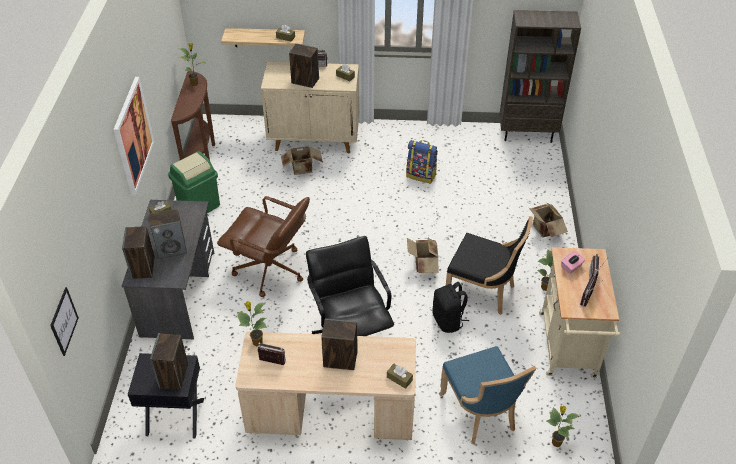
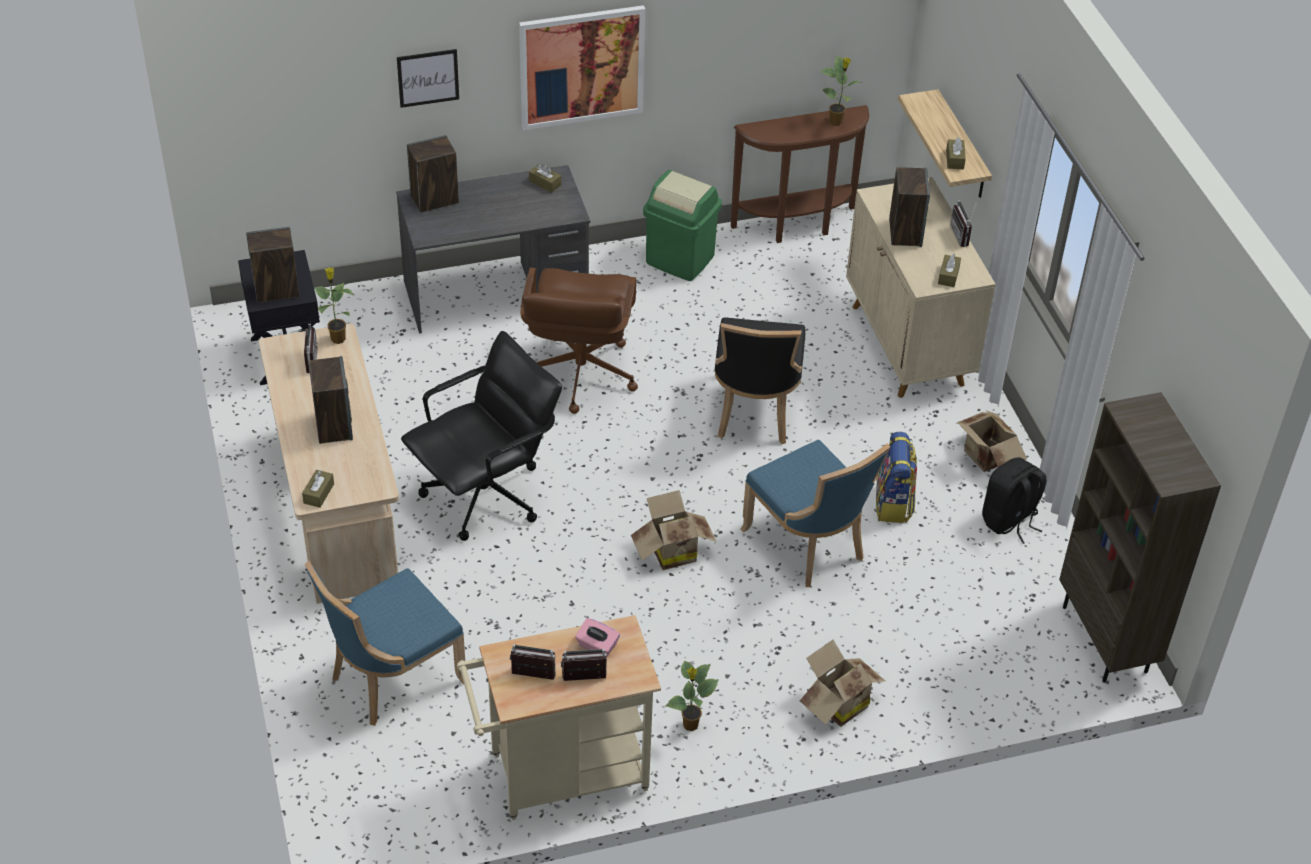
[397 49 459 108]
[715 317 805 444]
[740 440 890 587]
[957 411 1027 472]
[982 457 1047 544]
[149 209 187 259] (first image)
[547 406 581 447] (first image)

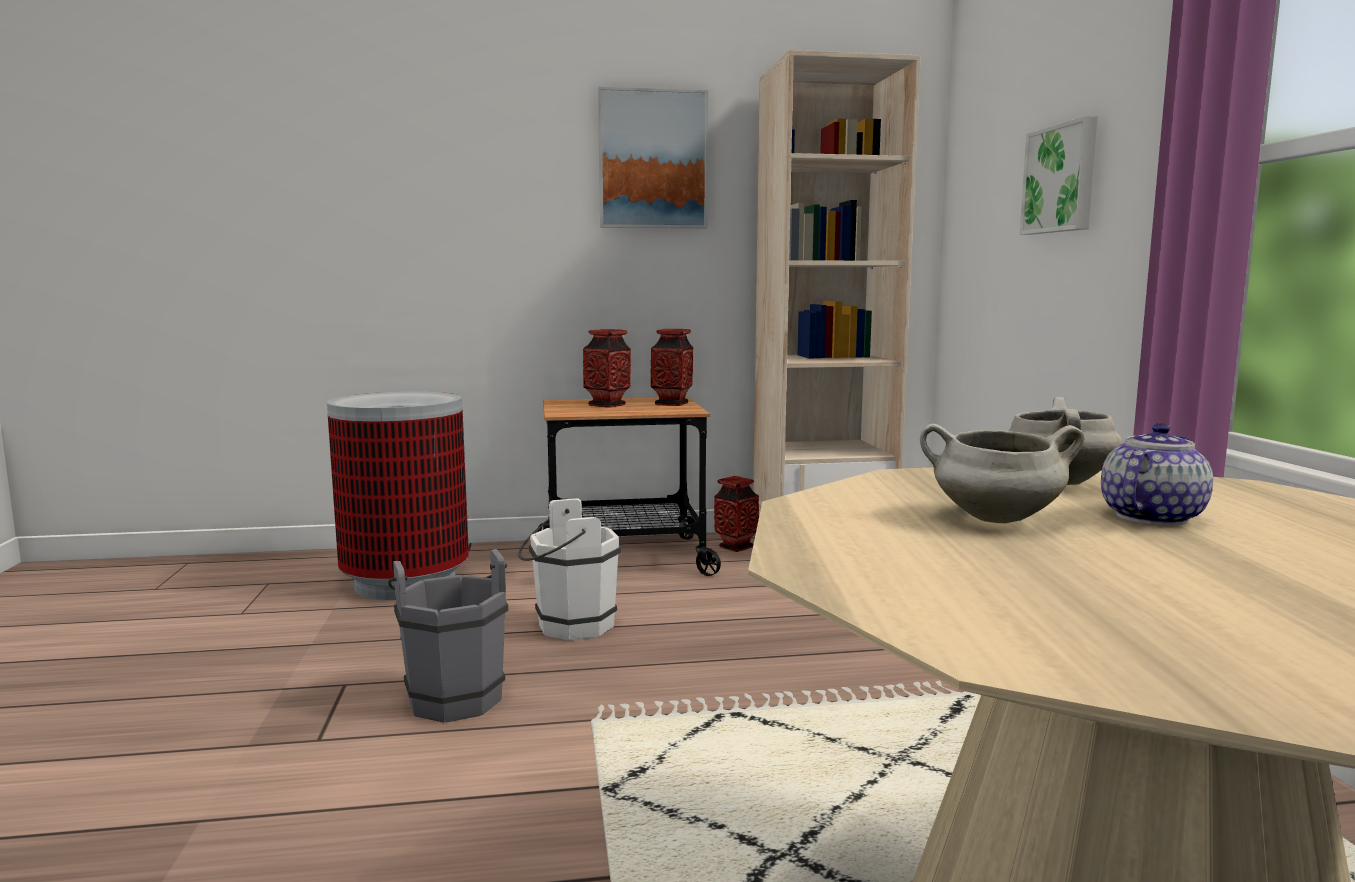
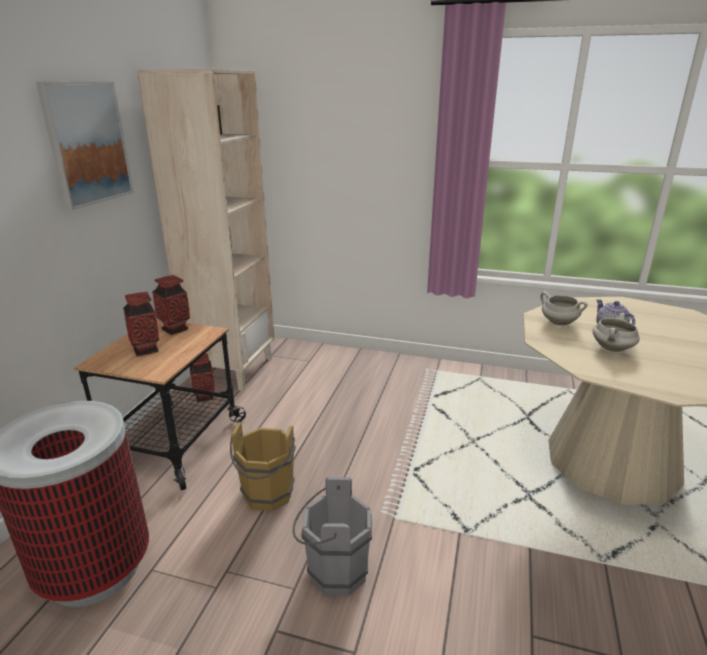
[230 422 296 511]
[1020 116 1098 235] (first image)

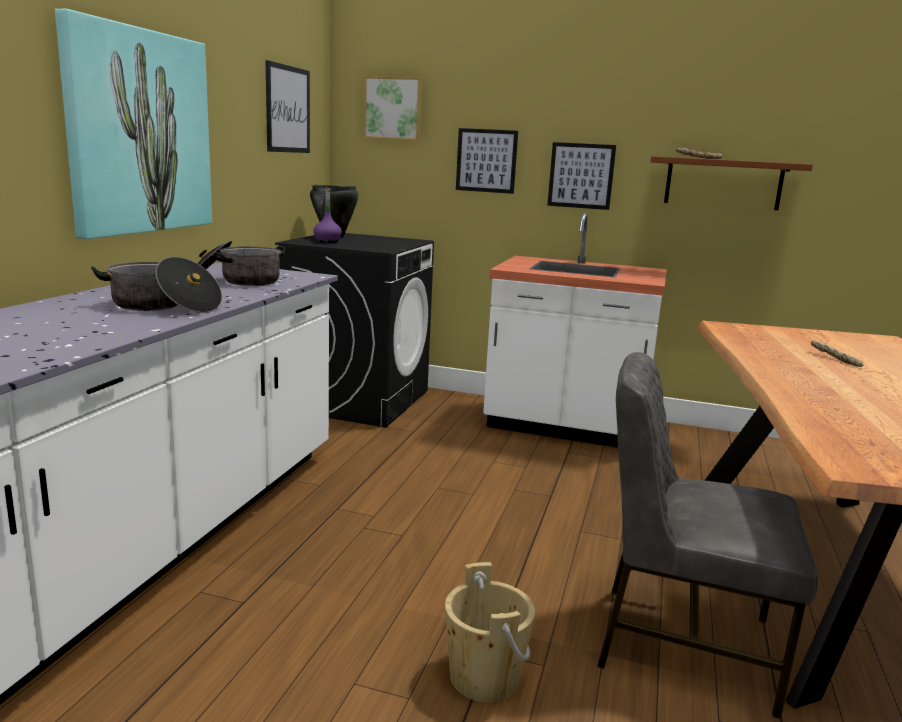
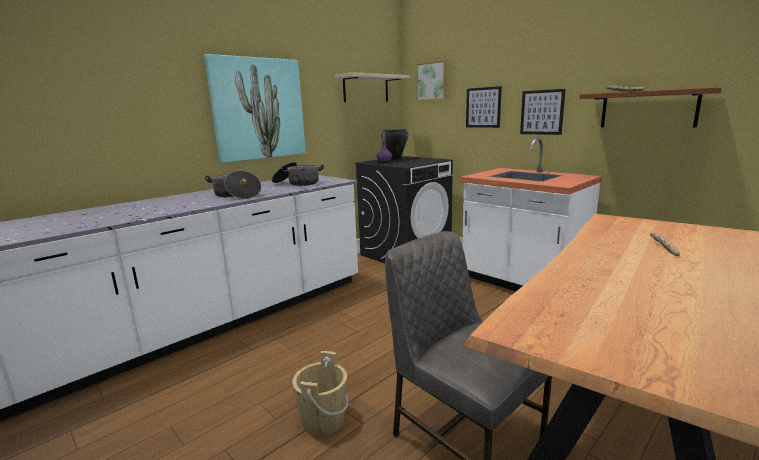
[335 72 410 102]

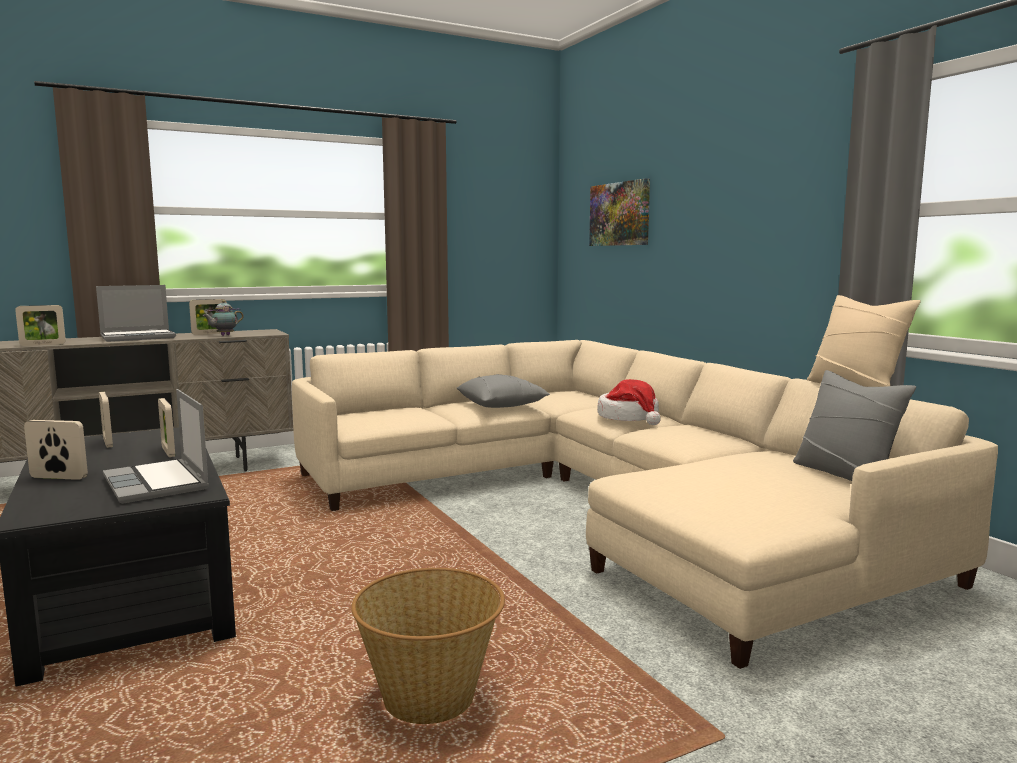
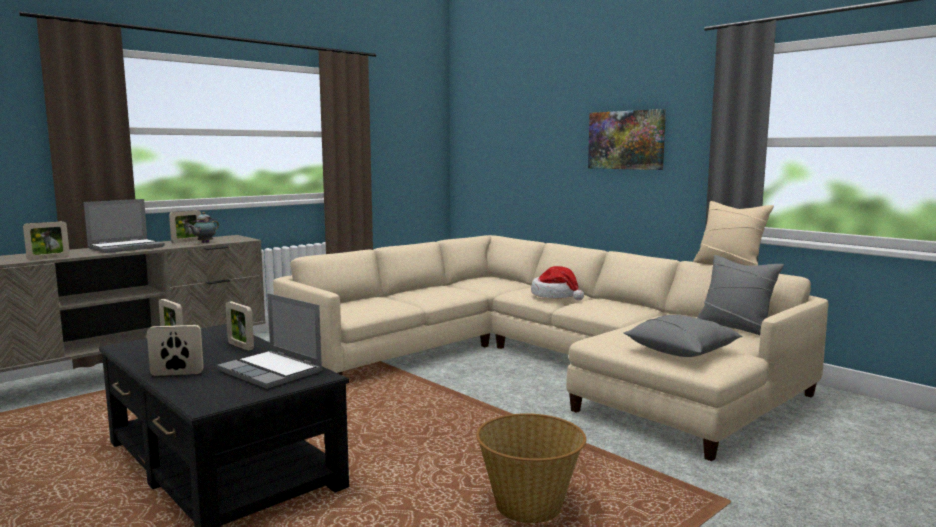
[588 109 666 170]
[624 315 743 357]

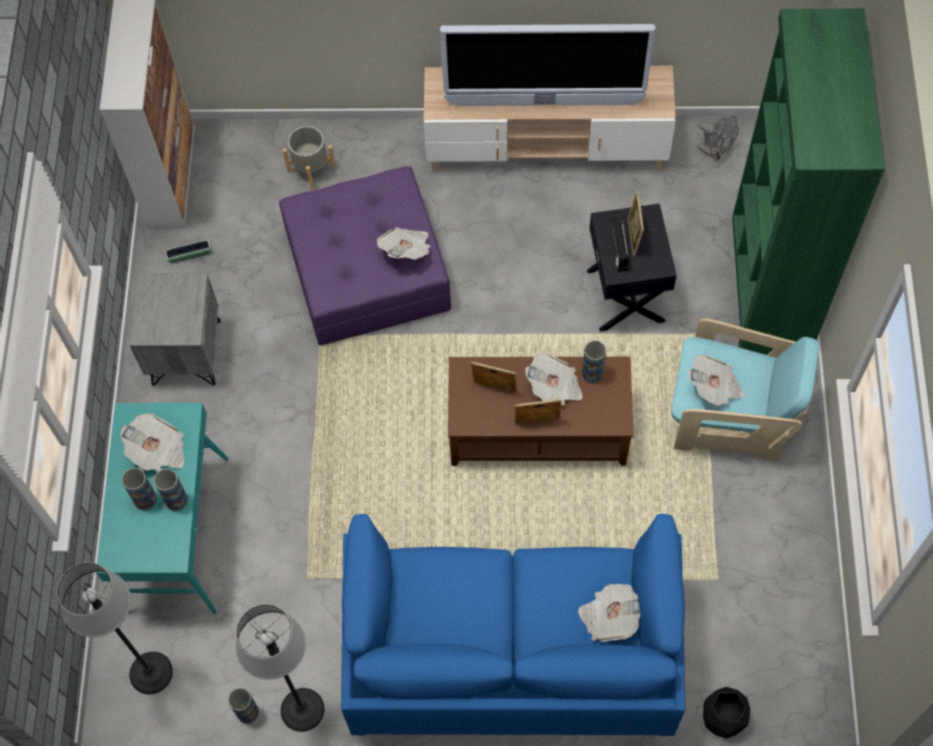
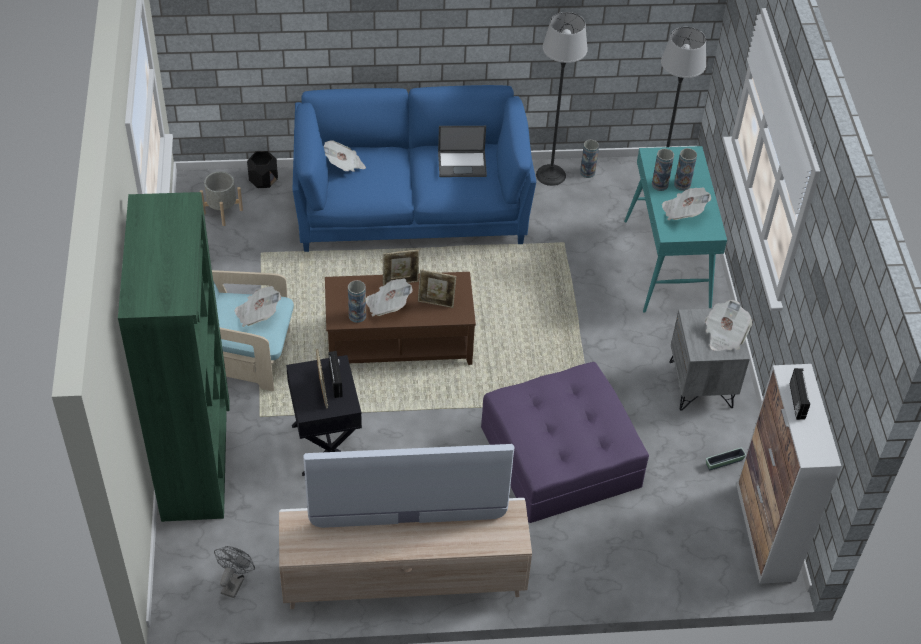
[200 171 243 226]
[214 546 255 598]
[438 126 487 177]
[705 300 752 351]
[790 368 810 420]

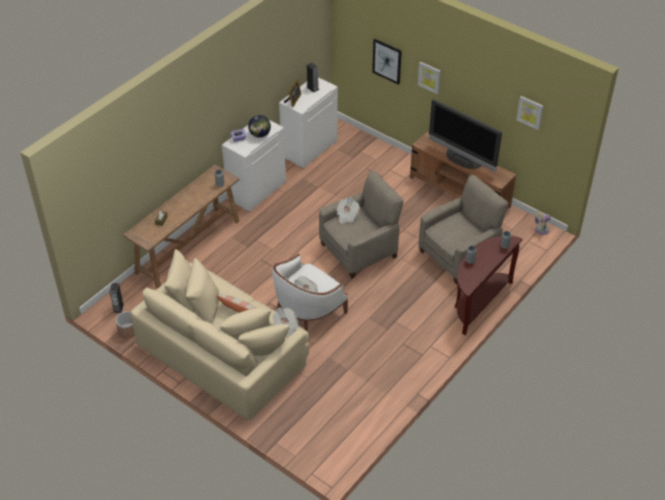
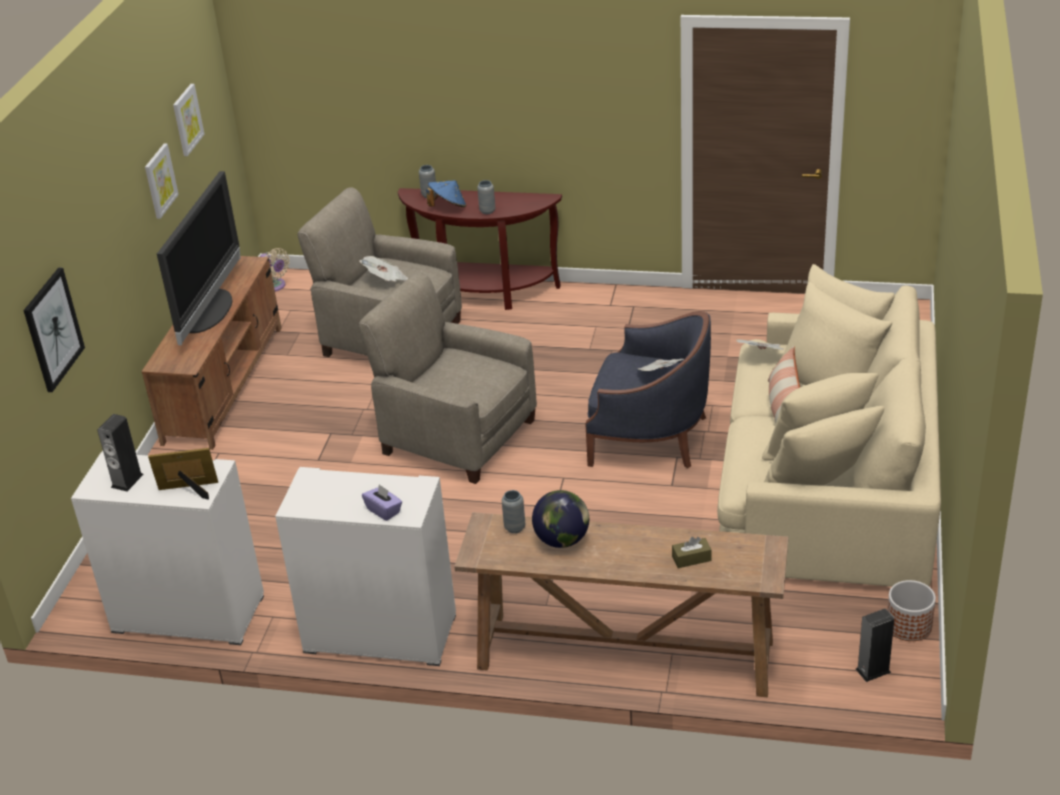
[145 144 179 219]
[359 256 408 282]
[426 180 466 207]
[532 490 589 548]
[585 311 711 468]

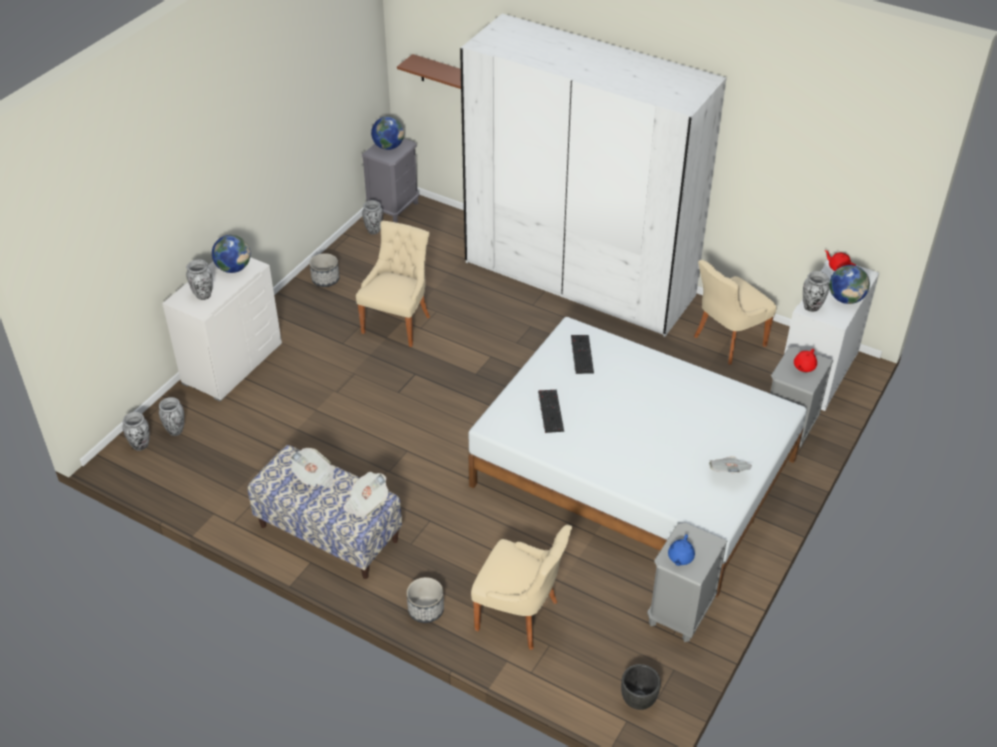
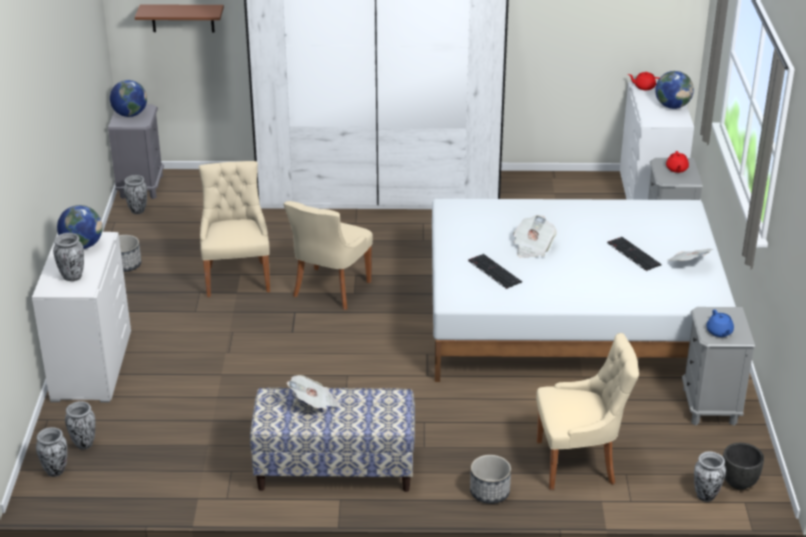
[284 201 373 310]
[514 215 557 258]
[607 237 662 271]
[694 451 726 502]

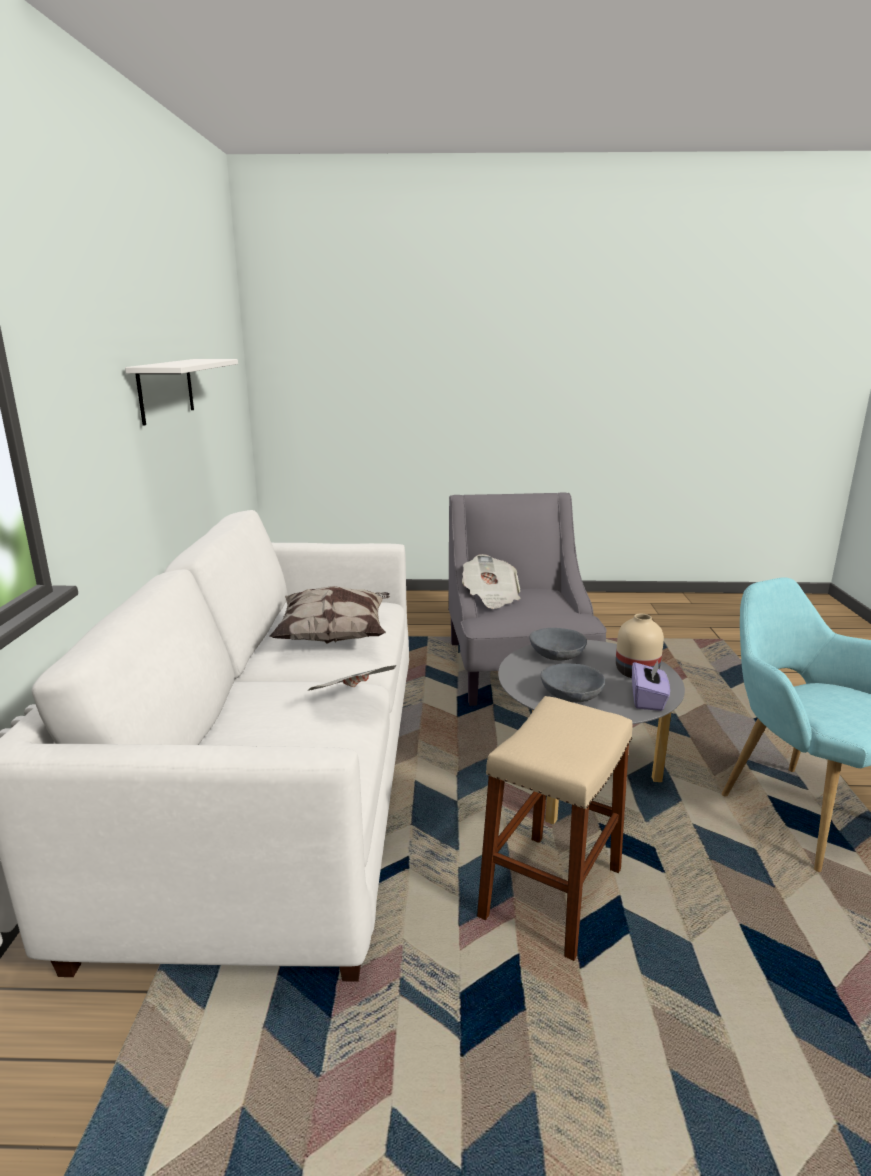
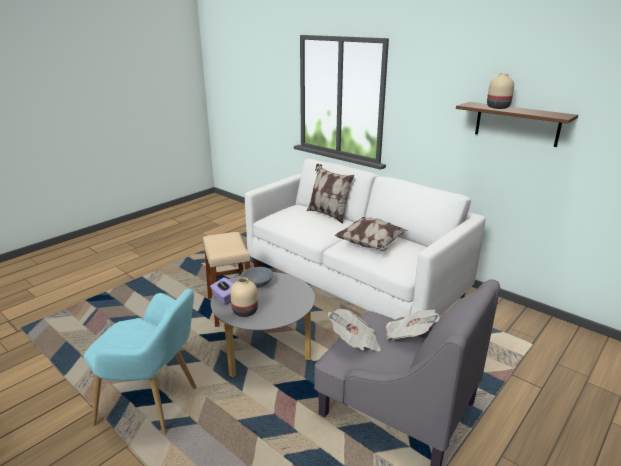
[307 164 354 224]
[328 309 381 351]
[456 102 578 147]
[487 73 514 109]
[529 628 587 660] (first image)

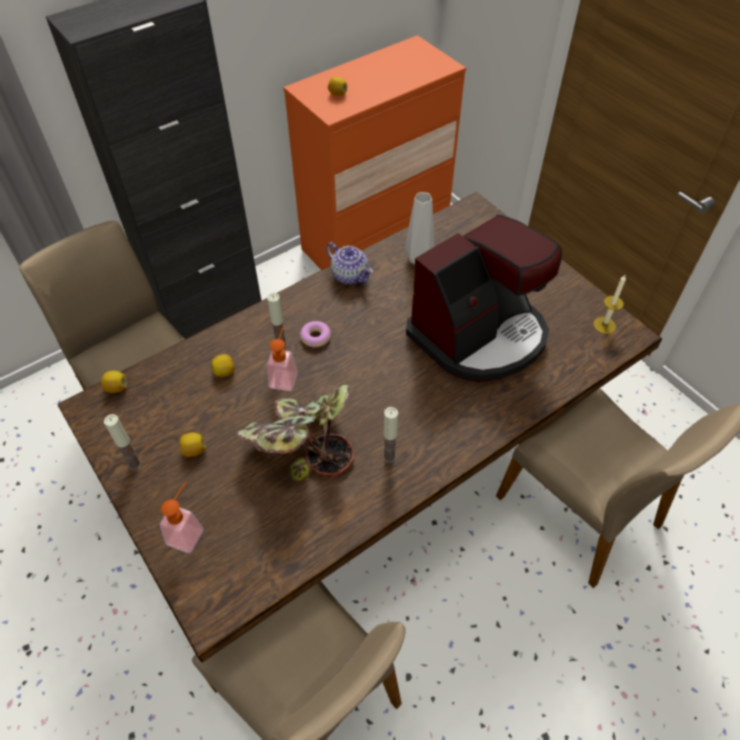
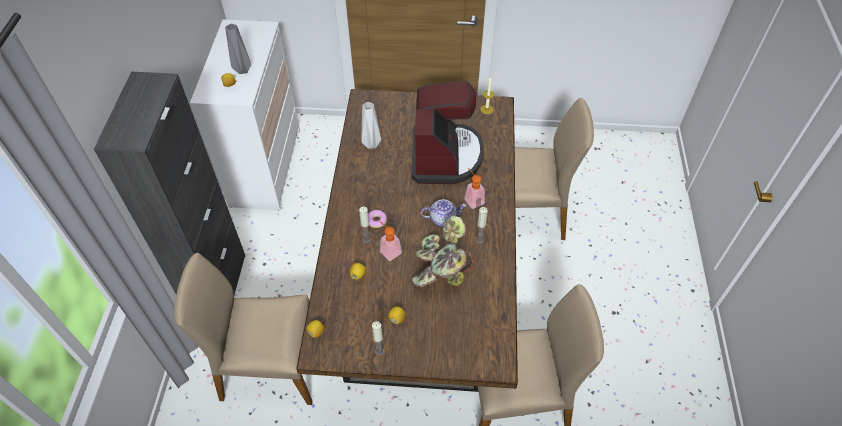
[190 19 300 211]
[225 24 251 74]
[421 199 466 227]
[464 168 485 209]

